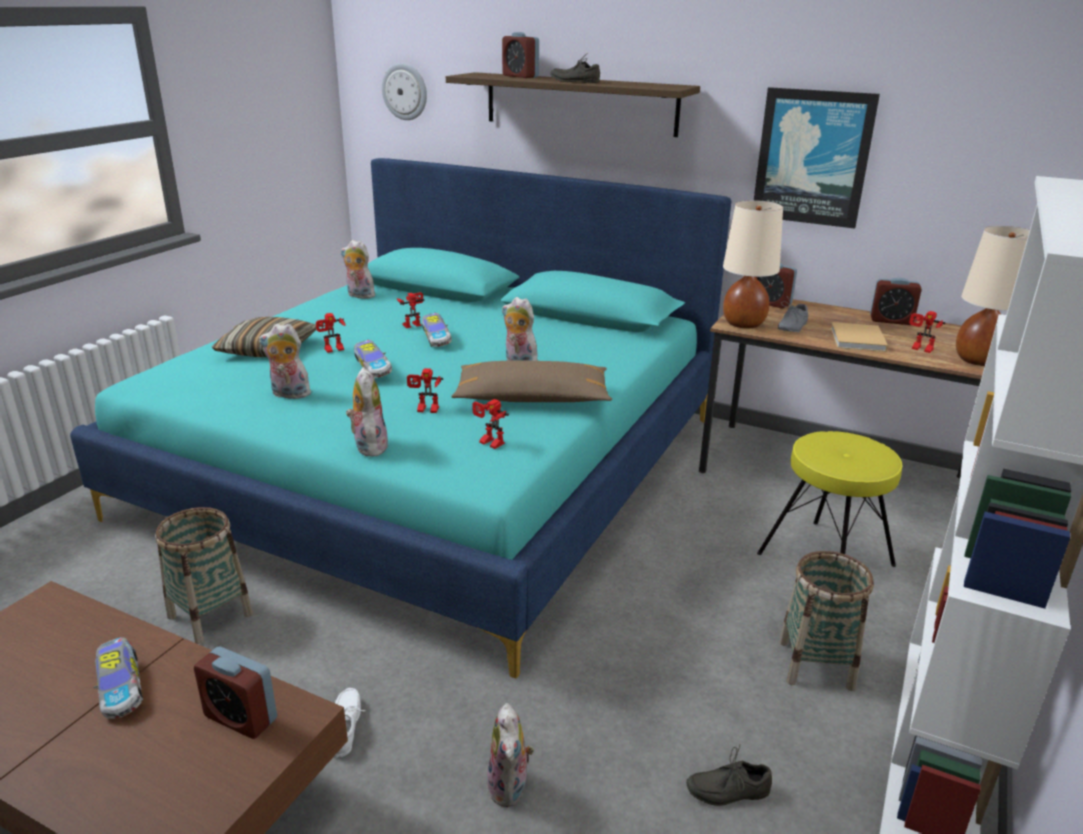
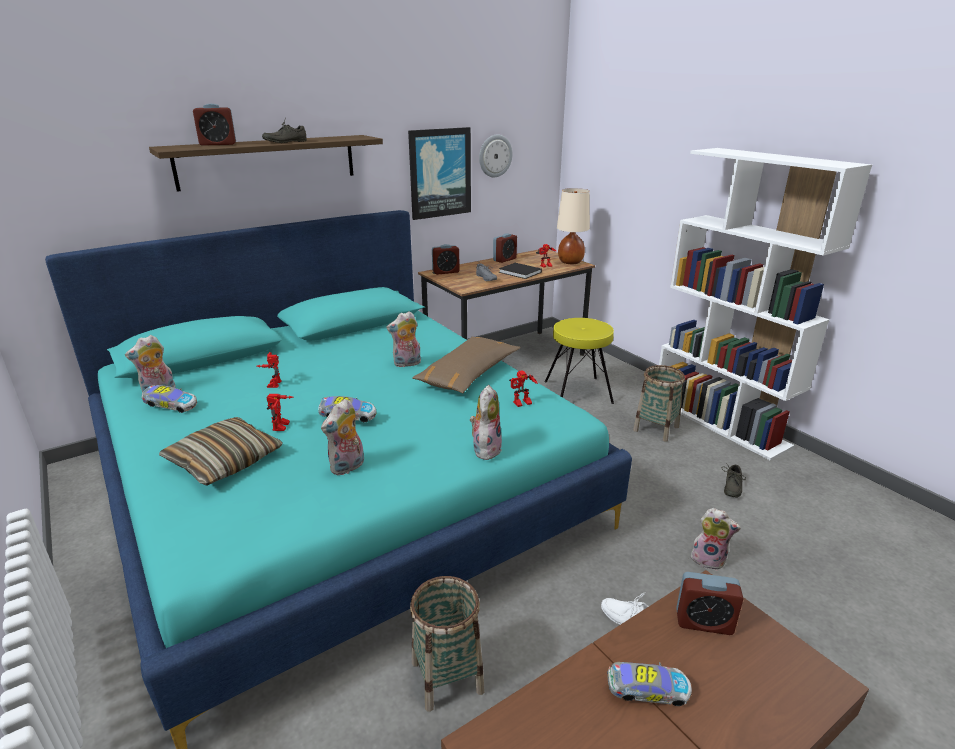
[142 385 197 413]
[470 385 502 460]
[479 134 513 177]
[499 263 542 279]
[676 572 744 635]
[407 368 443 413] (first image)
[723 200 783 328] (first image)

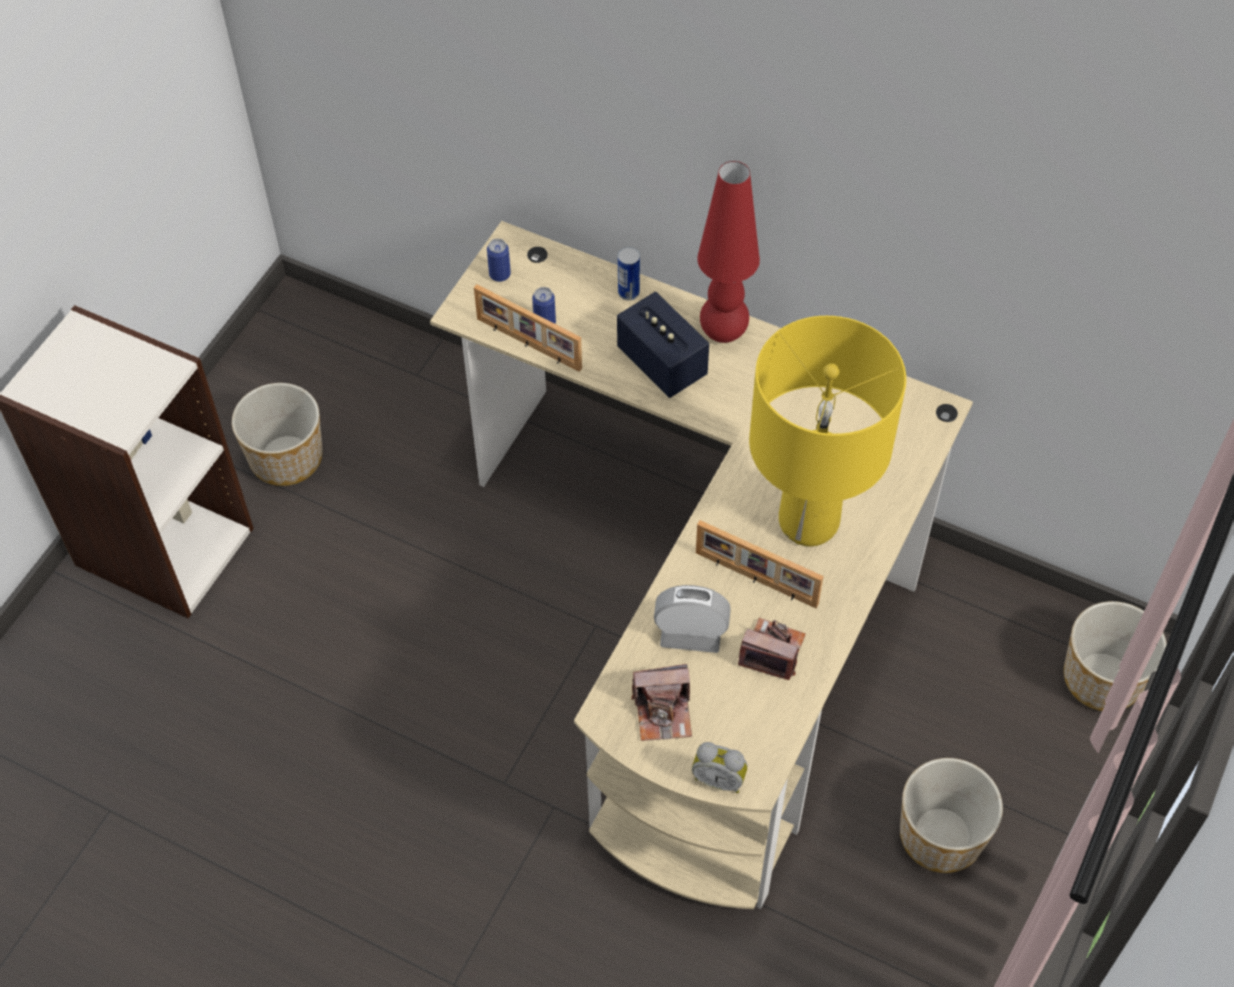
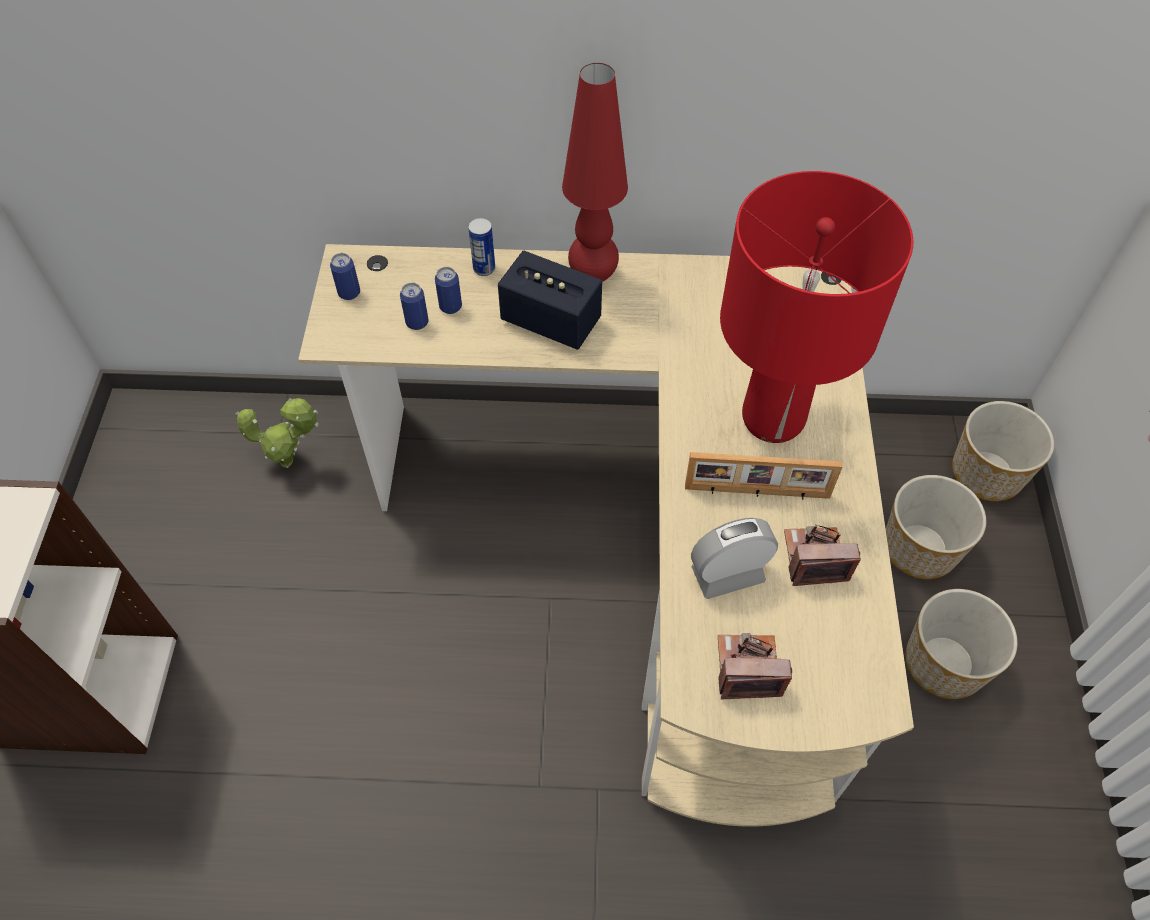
[236 398 318 468]
[435 267 462 314]
[718 633 792 699]
[720 171 914 443]
[886 475 986 579]
[474 285 582 372] (first image)
[692 742 748 793] (first image)

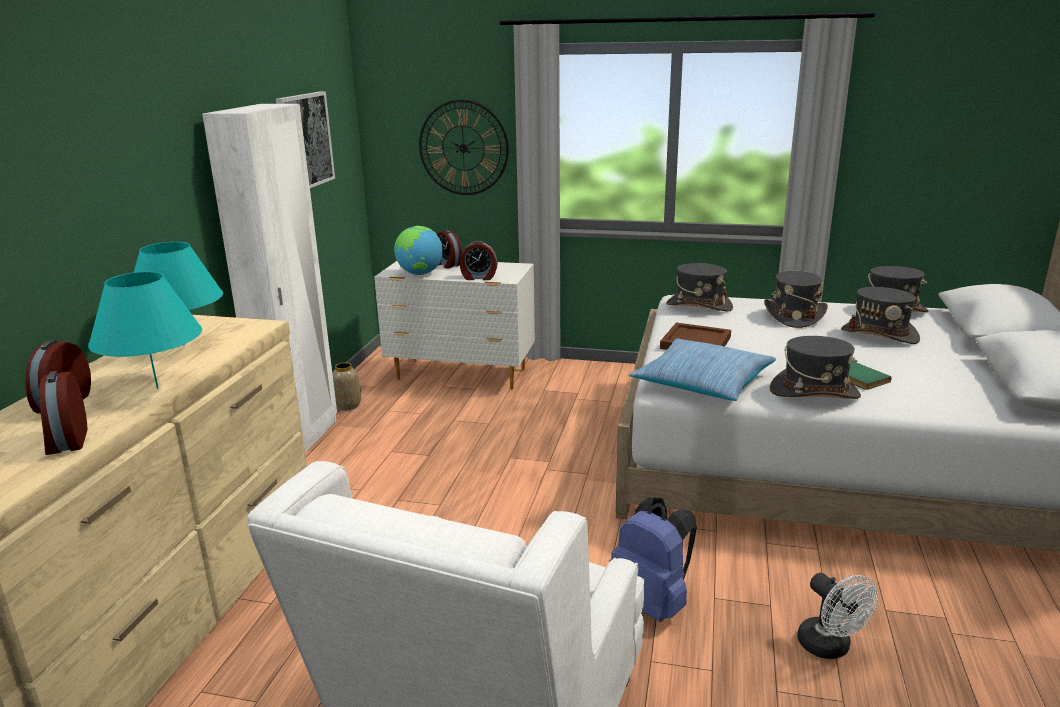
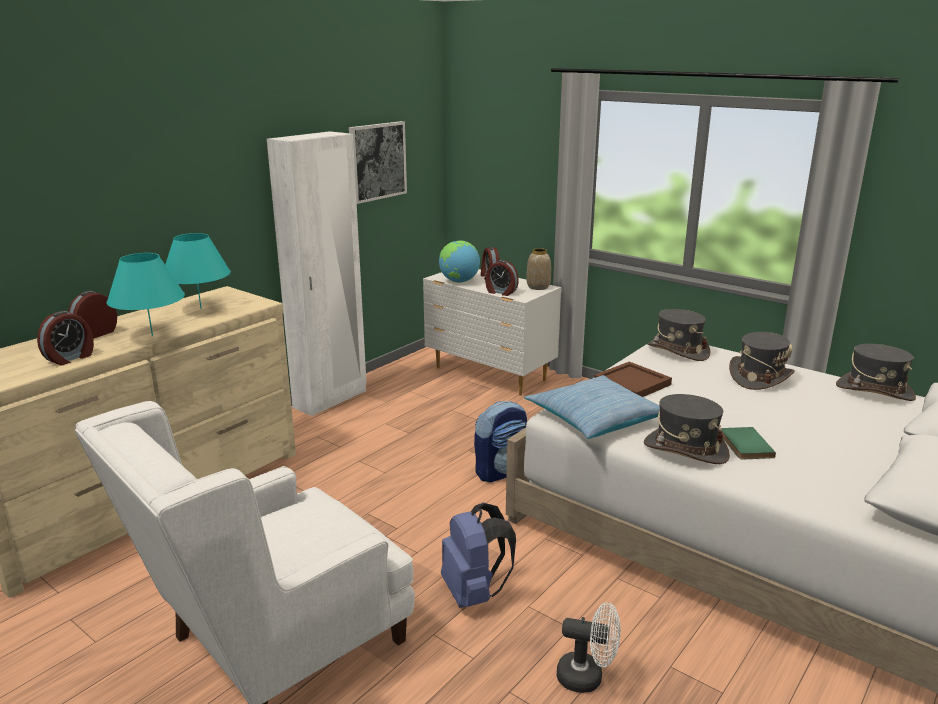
[37 311 94 366]
[474 401 527 482]
[526 248 551 290]
[557 603 621 693]
[419 99 509 195] (first image)
[841 287 920 344] (first image)

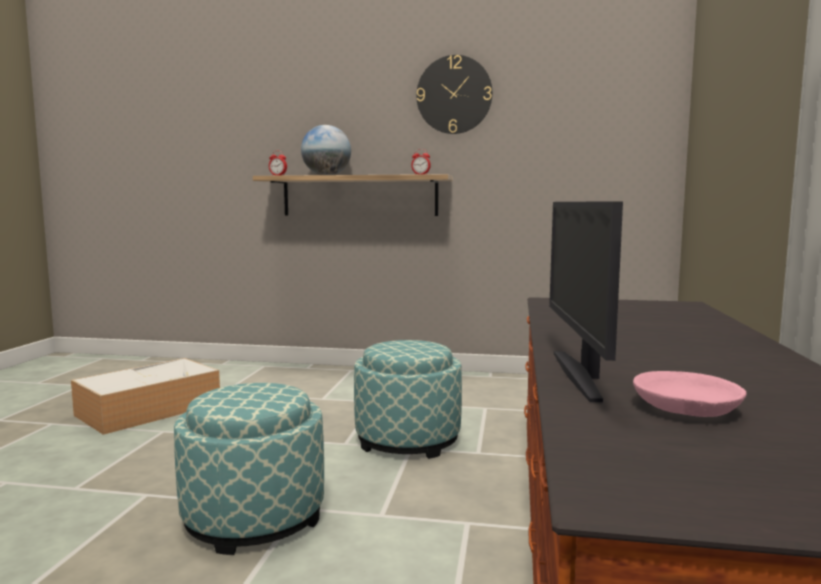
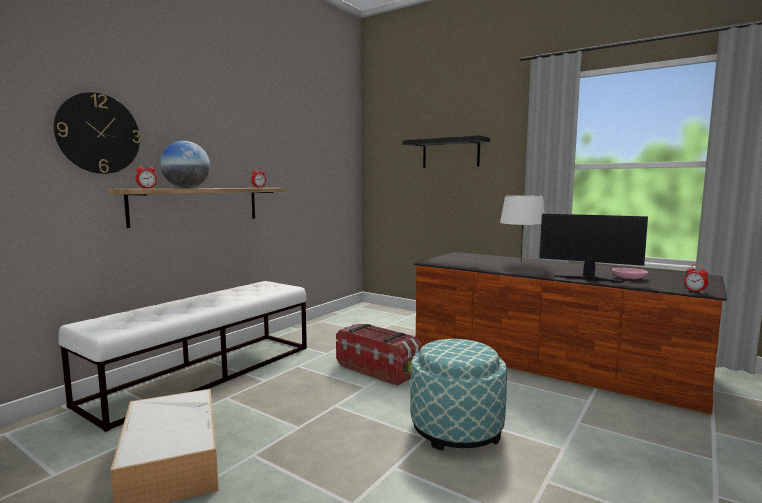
[54 92 141 174]
[58 281 307 432]
[336 324 422 386]
[403 135 490 168]
[500 195 545 257]
[684 264 708 292]

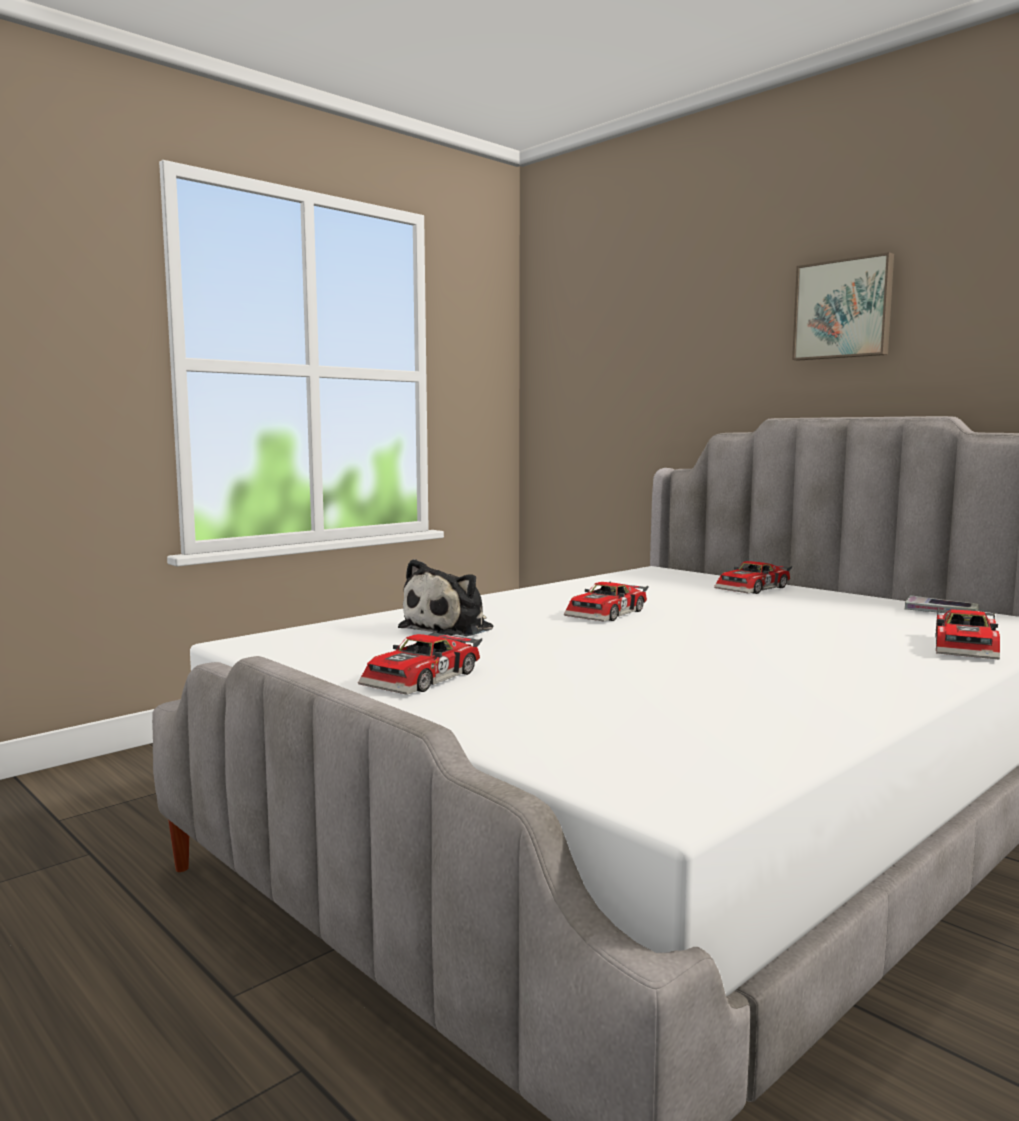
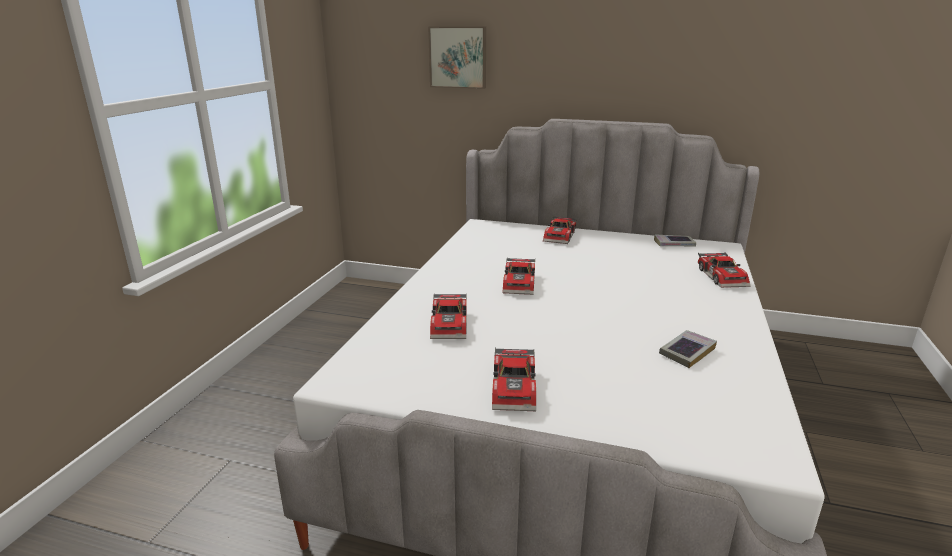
[428 26 486 89]
[430 294 467 339]
[659 330 717 368]

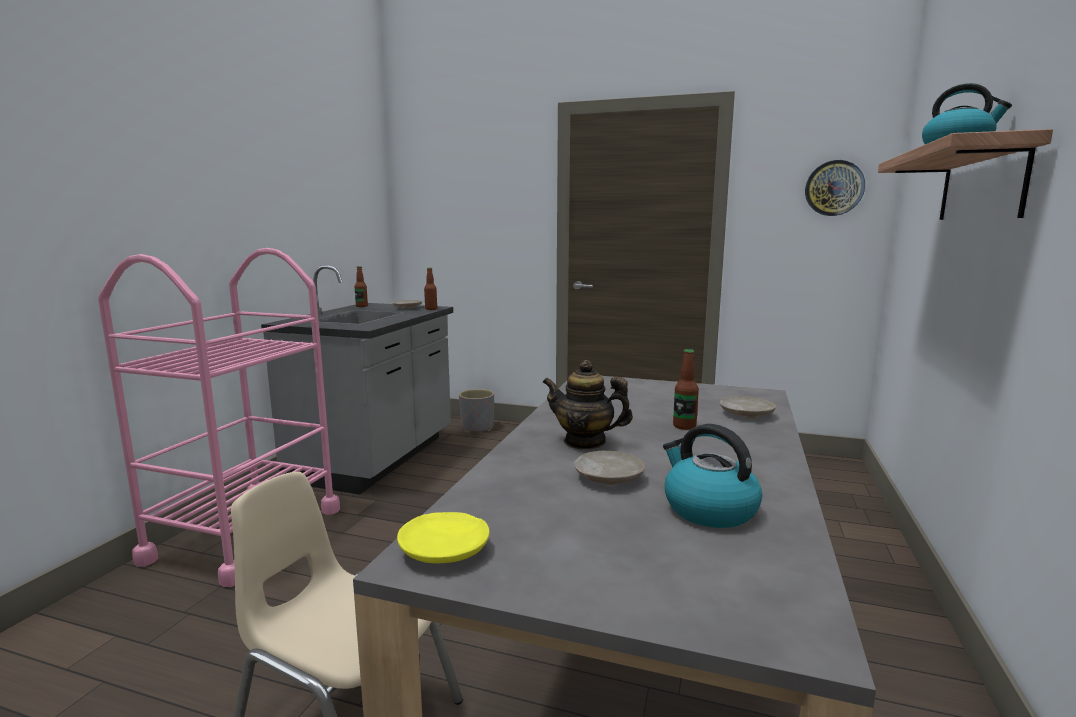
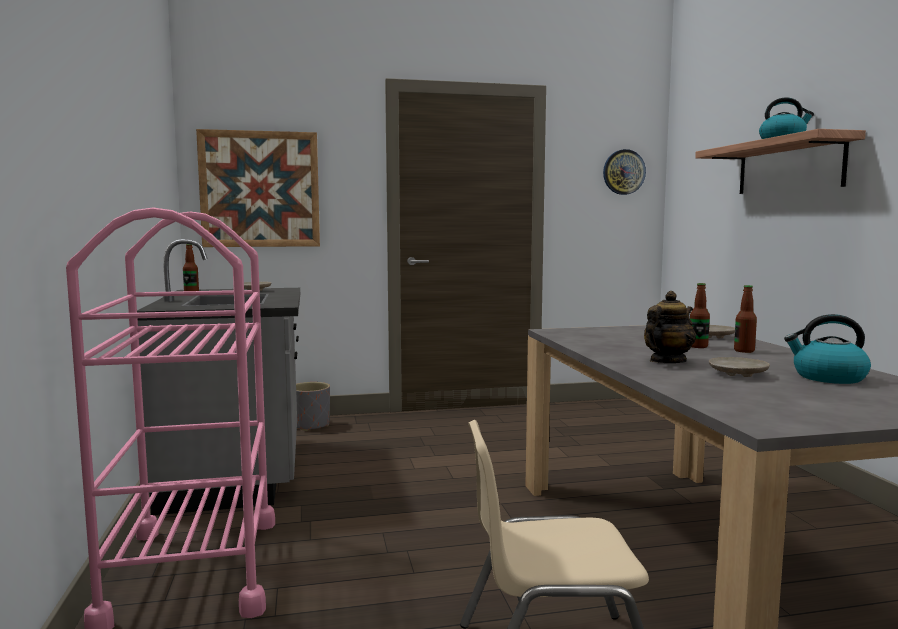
[196 129 320 247]
[644 291 696 363]
[734 285 757 353]
[397 512 489 563] (first image)

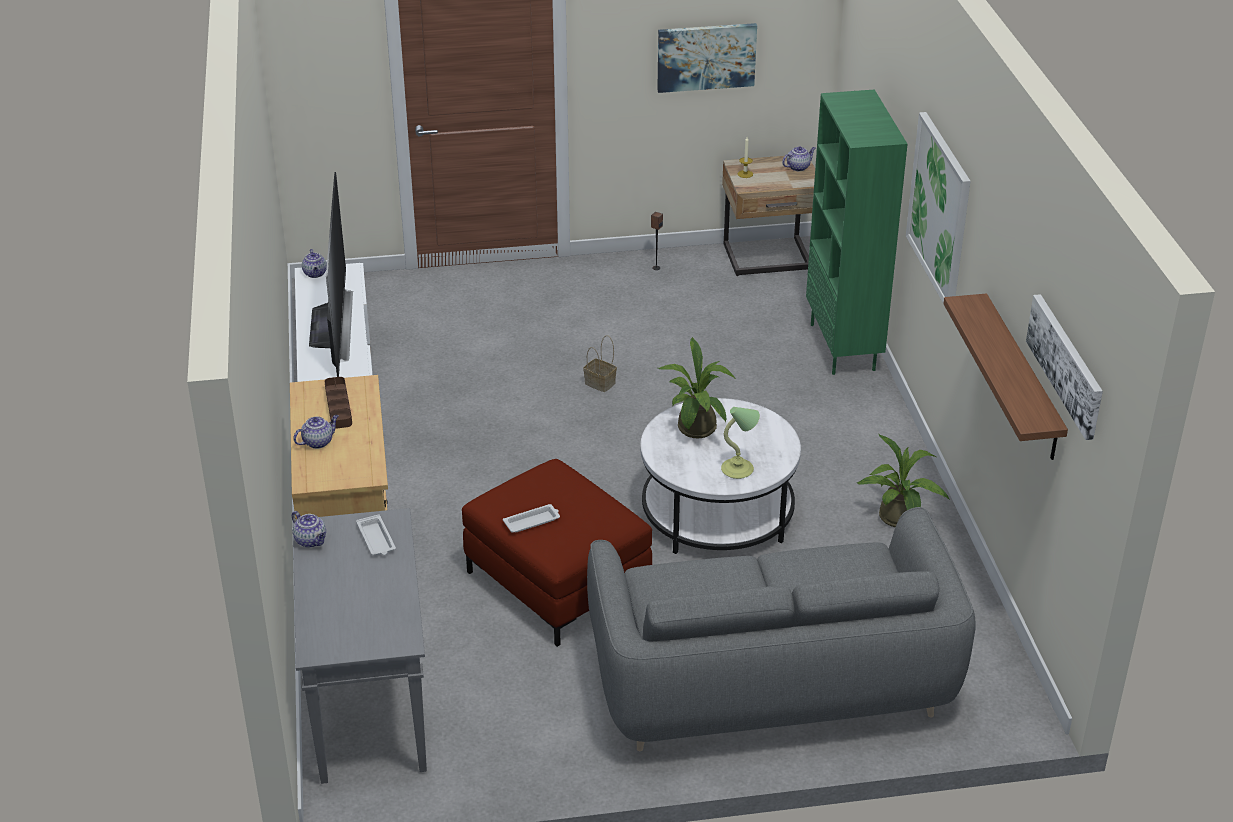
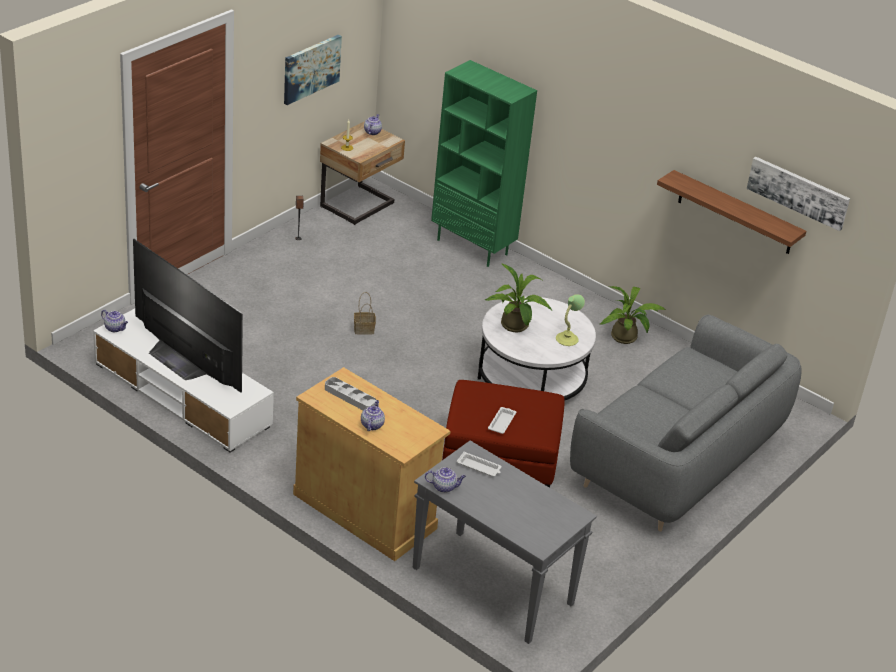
[325 377 376 410]
[906 112 971 304] (first image)

